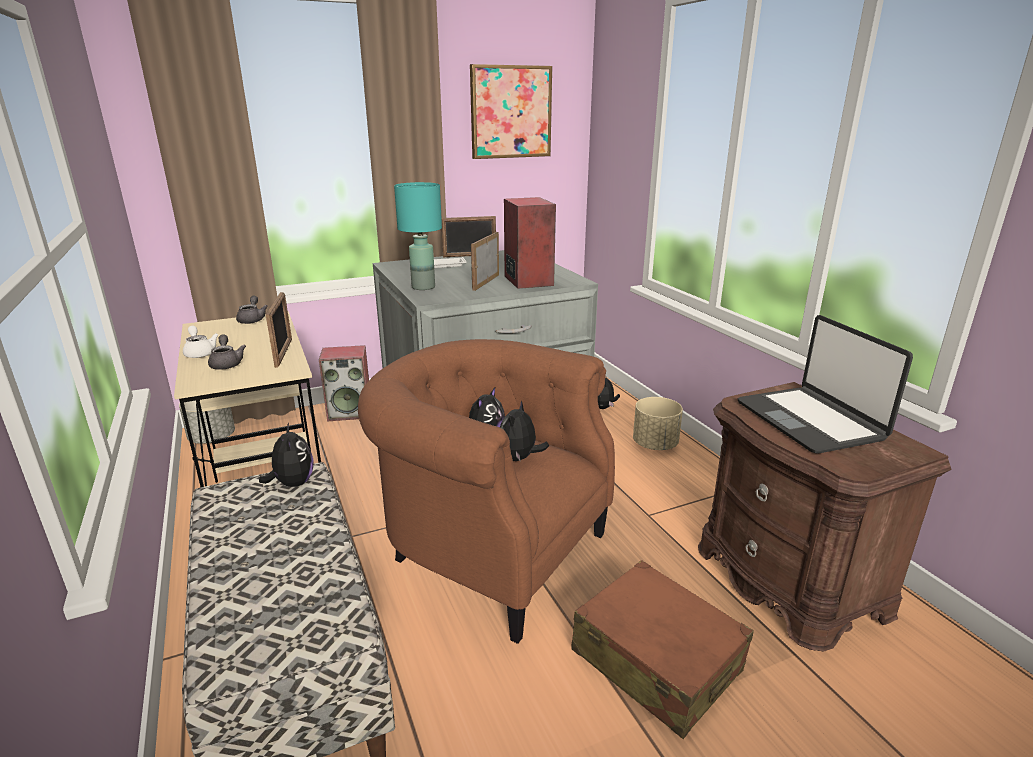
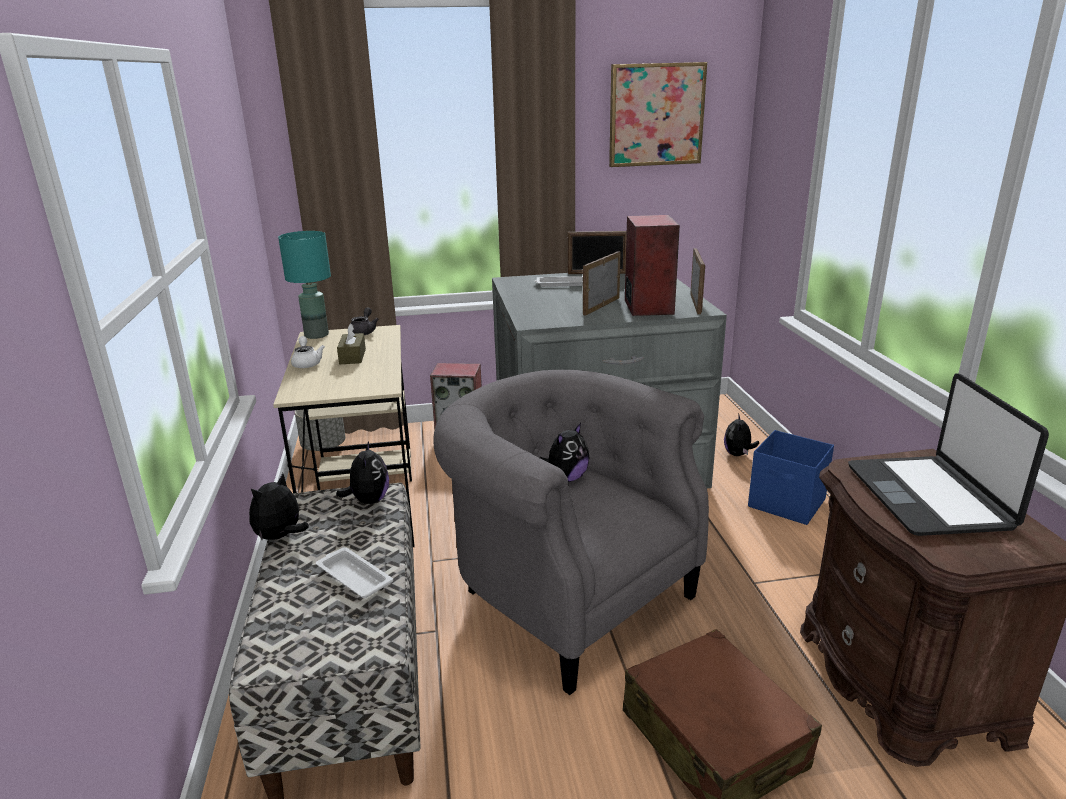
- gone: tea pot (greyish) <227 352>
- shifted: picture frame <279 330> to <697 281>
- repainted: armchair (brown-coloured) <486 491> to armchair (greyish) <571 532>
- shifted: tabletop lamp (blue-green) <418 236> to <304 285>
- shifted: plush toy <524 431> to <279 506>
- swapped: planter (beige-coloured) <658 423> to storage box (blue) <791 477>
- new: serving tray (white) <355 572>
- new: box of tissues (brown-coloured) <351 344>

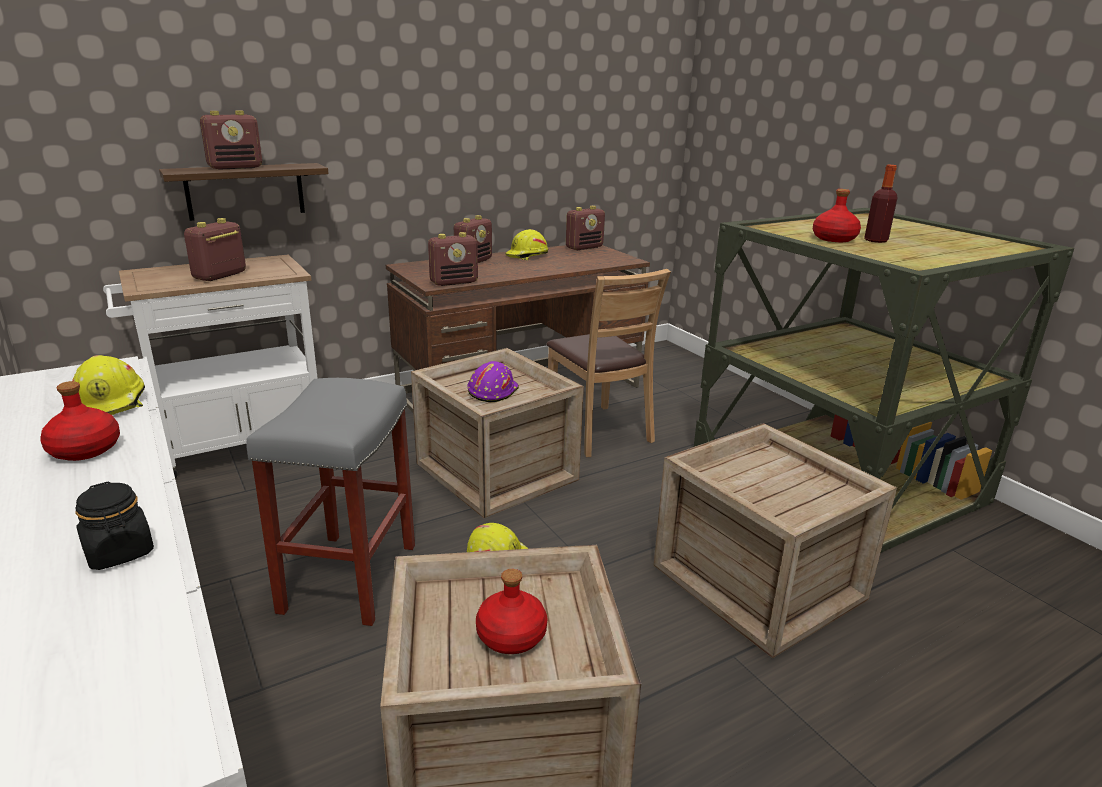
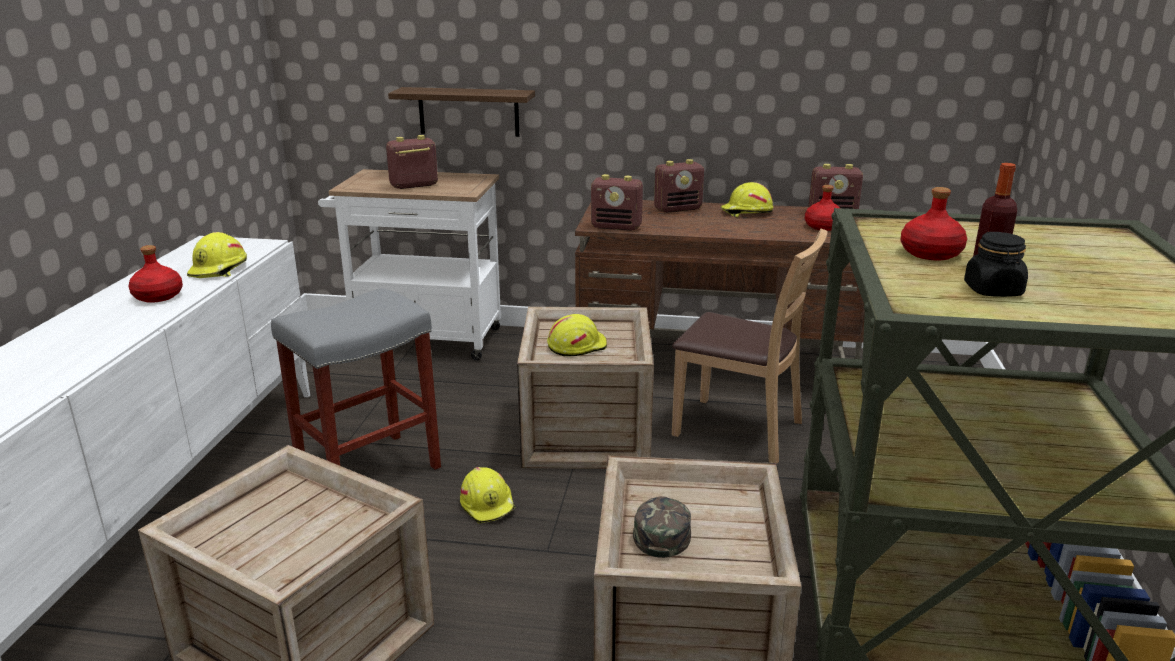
- shifted: storage jar (black) <114 526> to <996 264>
- gone: radio receiver <231 140>
- repainted: safety helmet (purple) <493 381> to safety helmet (yellow) <577 335>
- shifted: drink bottle (red) <511 611> to <822 208>
- rotated: plain chair (brown-coloured) <608 363> = <749 346> 75 degrees counterclockwise
- new: peaked cap (green-coloured) <662 527>

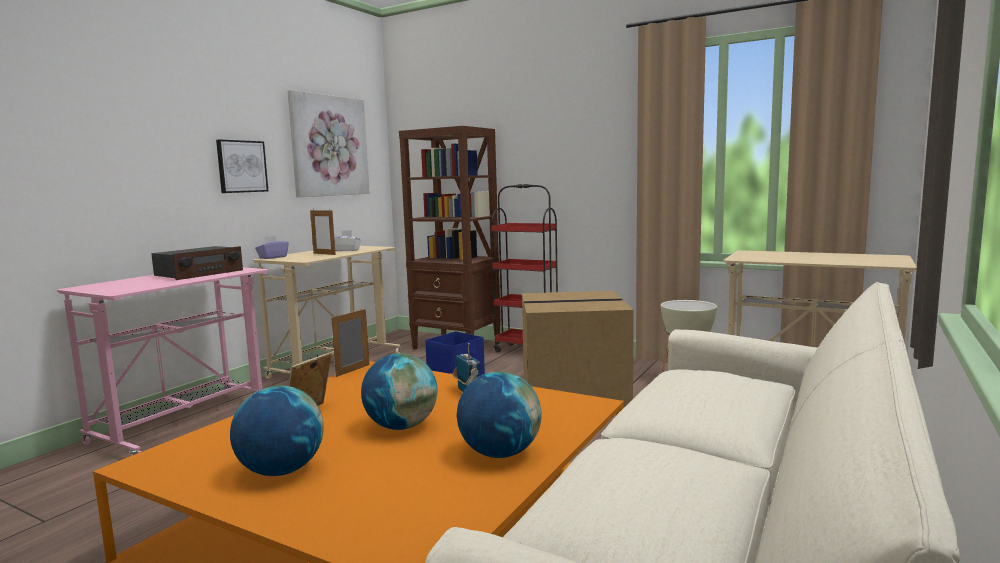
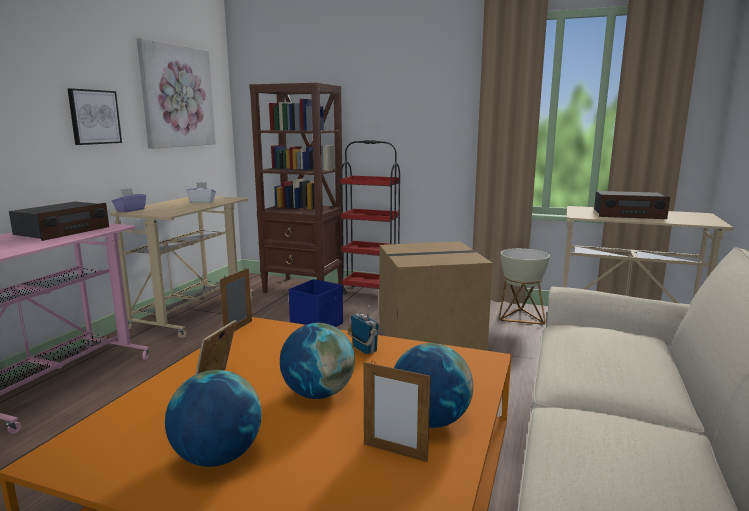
- shifted: picture frame <323 232> to <396 411>
- new: radio receiver <632 205>

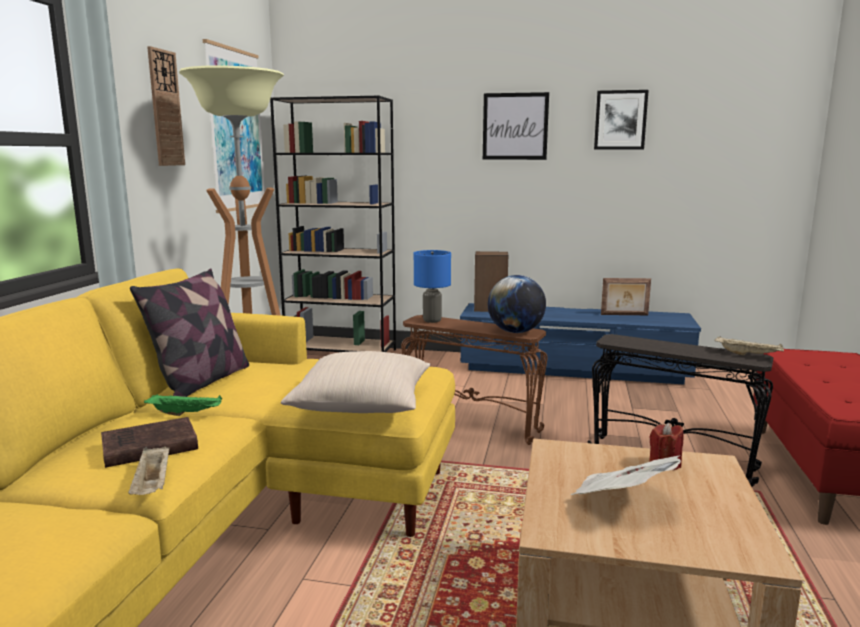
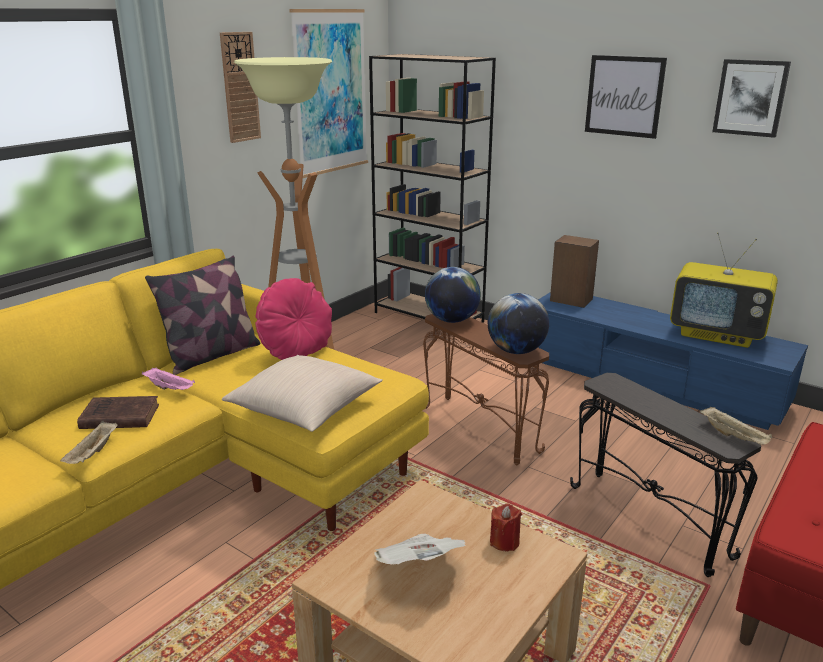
- repainted: serving tray (green-coloured) <183 405> to serving tray (pink-coloured) <168 378>
- swapped: tabletop lamp (blue) <432 286> to world globe <453 295>
- swapped: picture frame <626 296> to television <724 290>
- new: throw pillow (pink-coloured) <293 319>

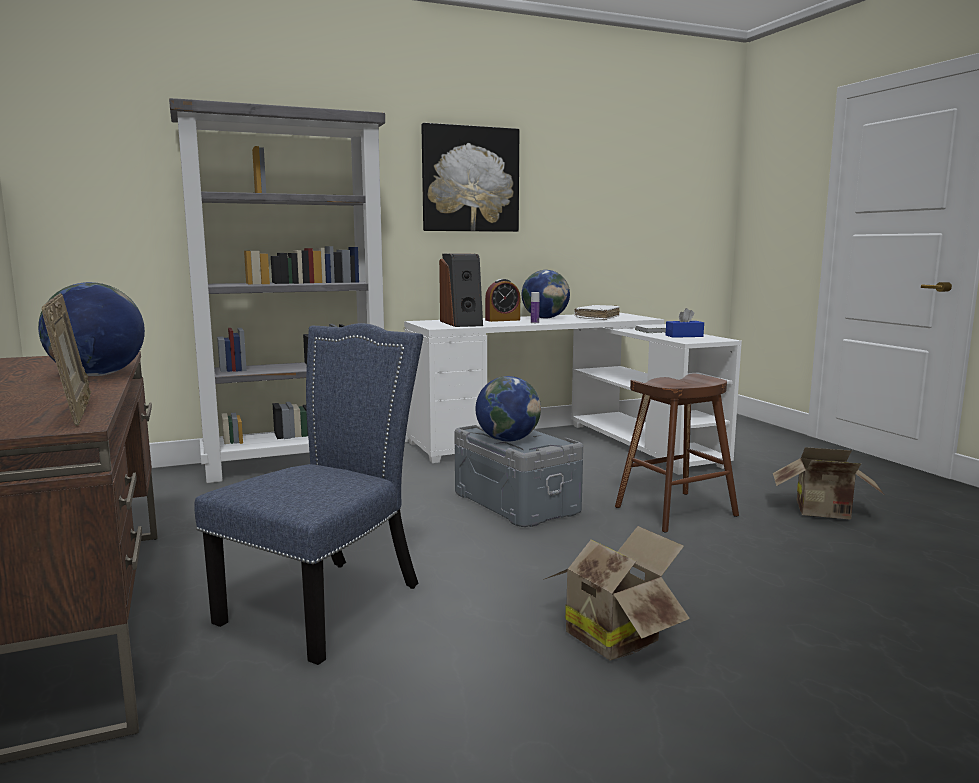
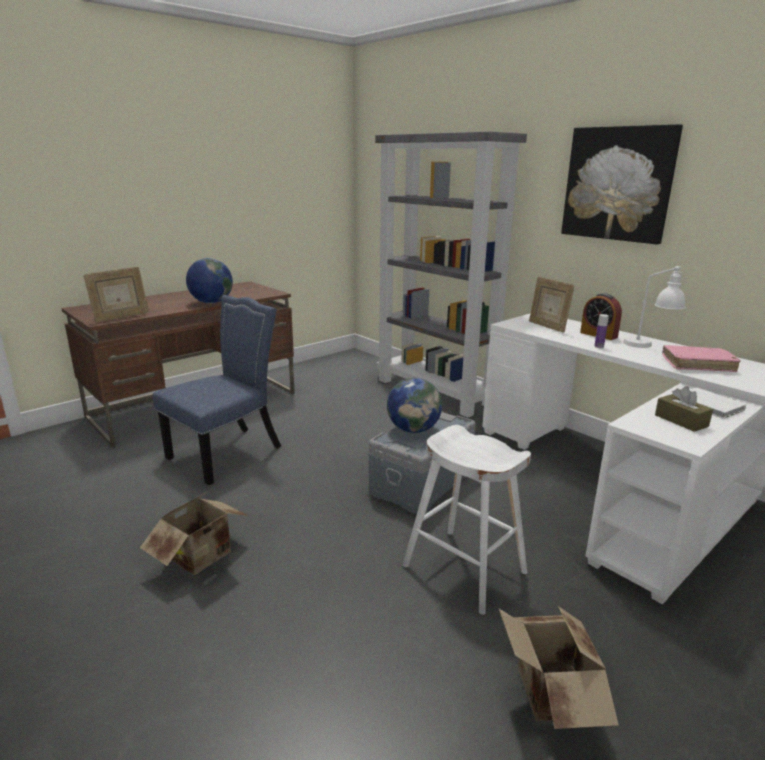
- rotated: plain chair (blue) <308 494> = <217 390> 60 degrees counterclockwise
- swapped: loudspeaker <461 290> to picture frame <552 304>
- swapped: world globe <546 294> to tabletop lamp (white) <655 307>
- repainted: book (white) <597 312> to book (pink-coloured) <701 358>
- repainted: stool seat (brown-coloured) <677 453> to stool seat (white) <467 520>
- repainted: box of tissues (blue) <685 323> to box of tissues (brown-coloured) <684 409>

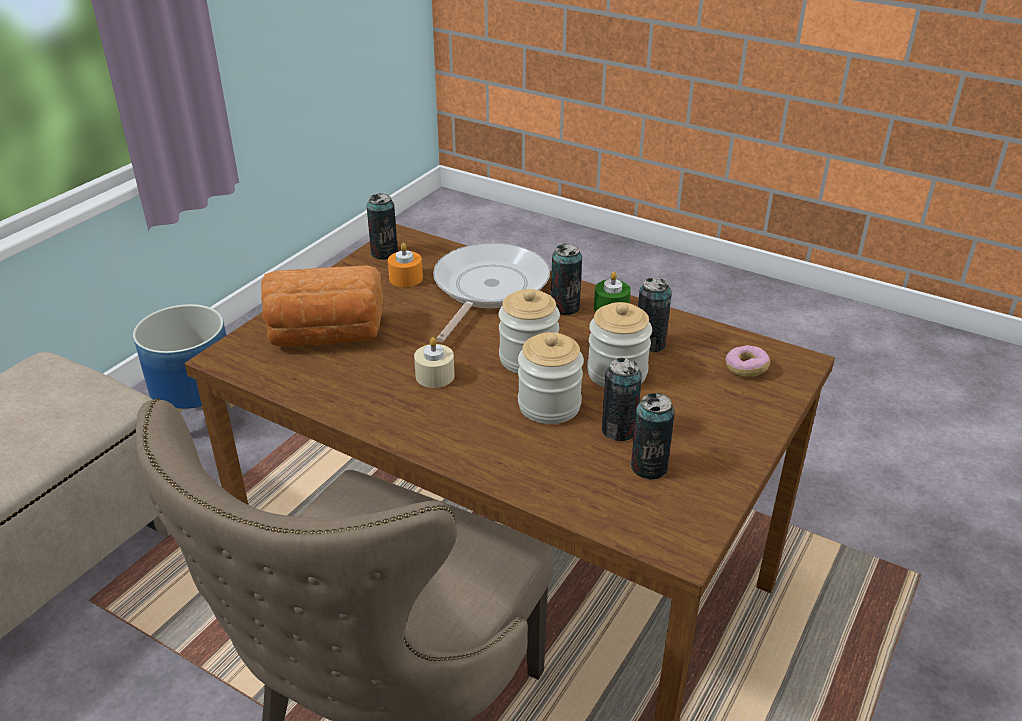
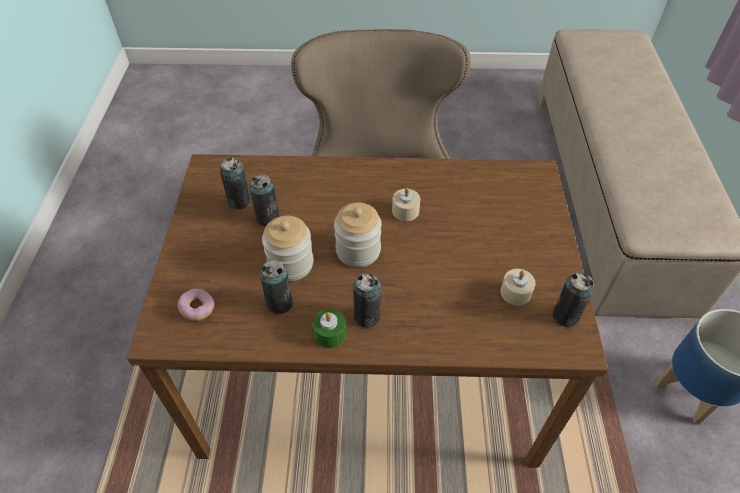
- gone: bread <322 305>
- repainted: candle (orange-coloured) <405 265> to candle (beige-coloured) <518 287>
- gone: skillet <491 292>
- gone: storage jar <551 378>

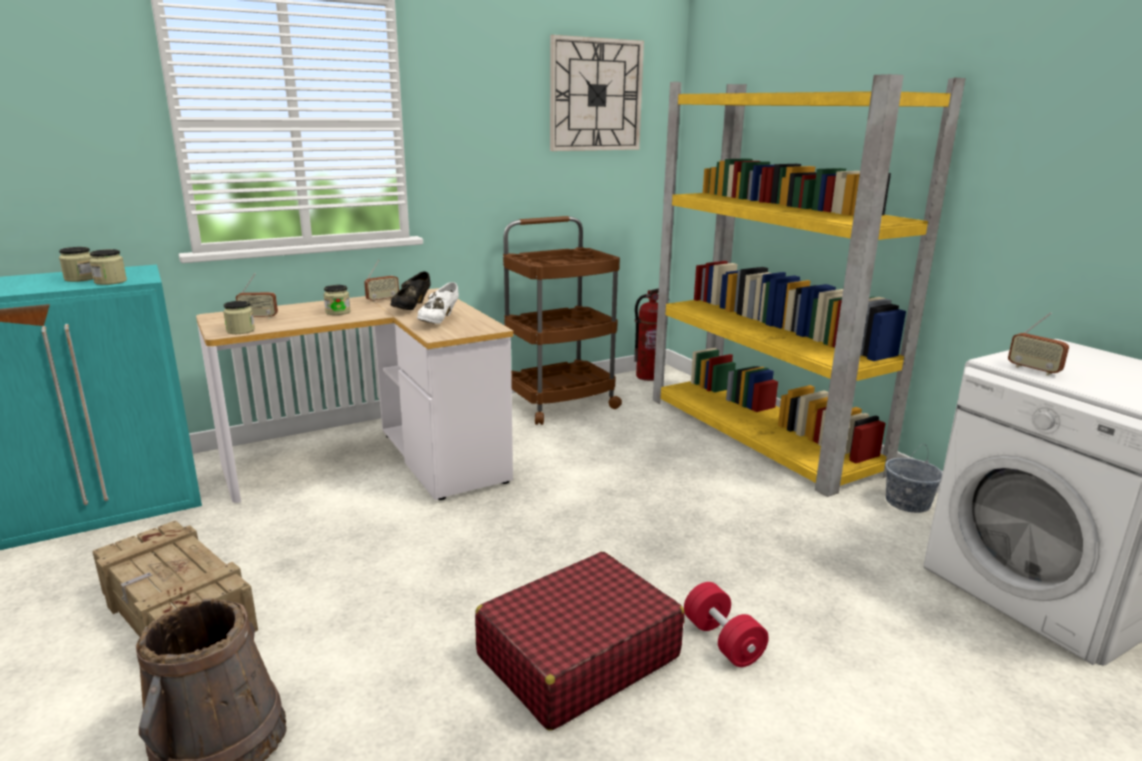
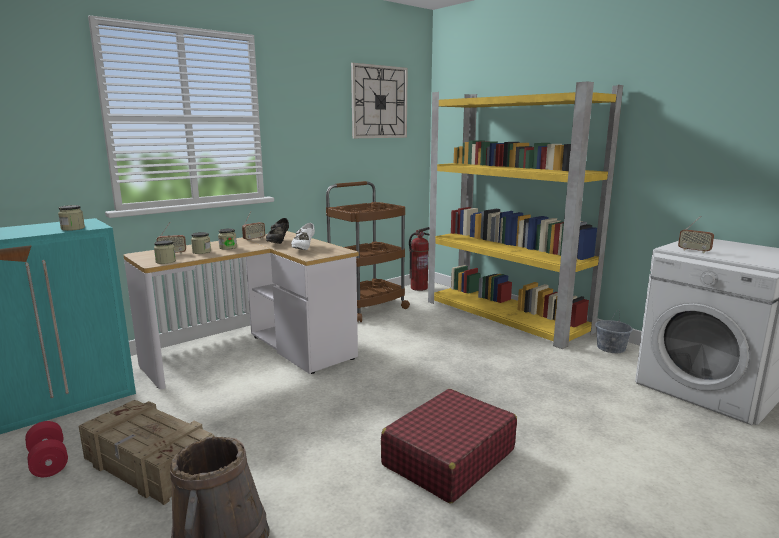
- shifted: storage jar <76 264> to <201 243>
- shifted: hand weight (red) <726 624> to <46 449>

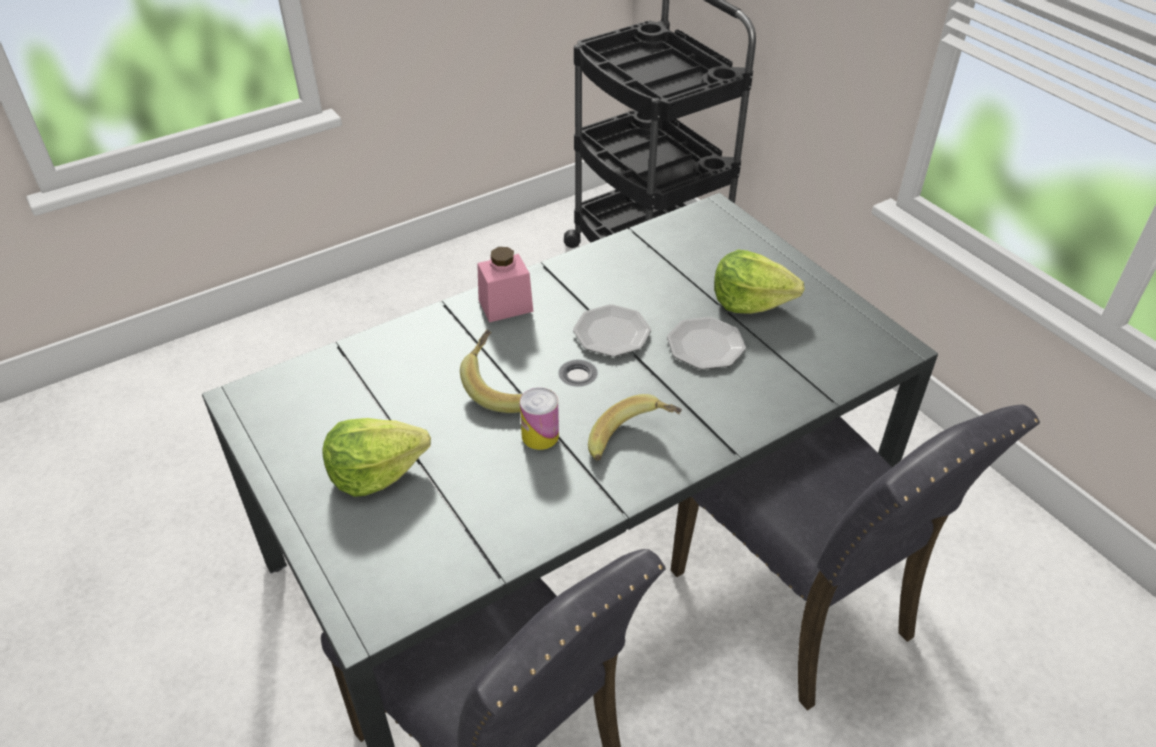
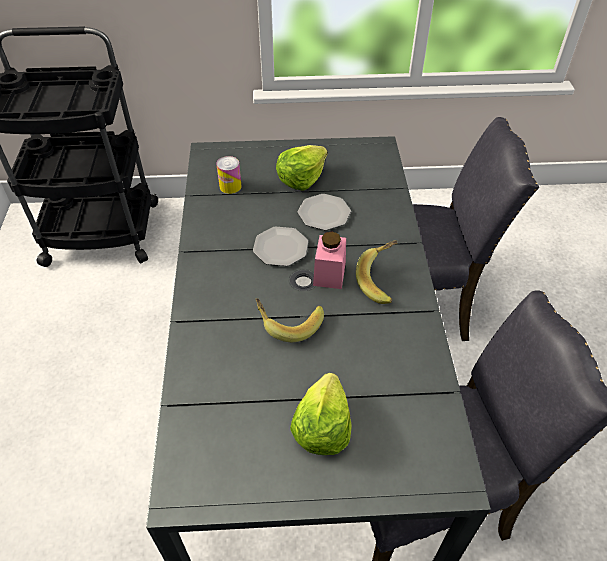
- shifted: storage jar (pink-coloured) <505 284> to <329 260>
- shifted: sealed can <539 419> to <229 175>

